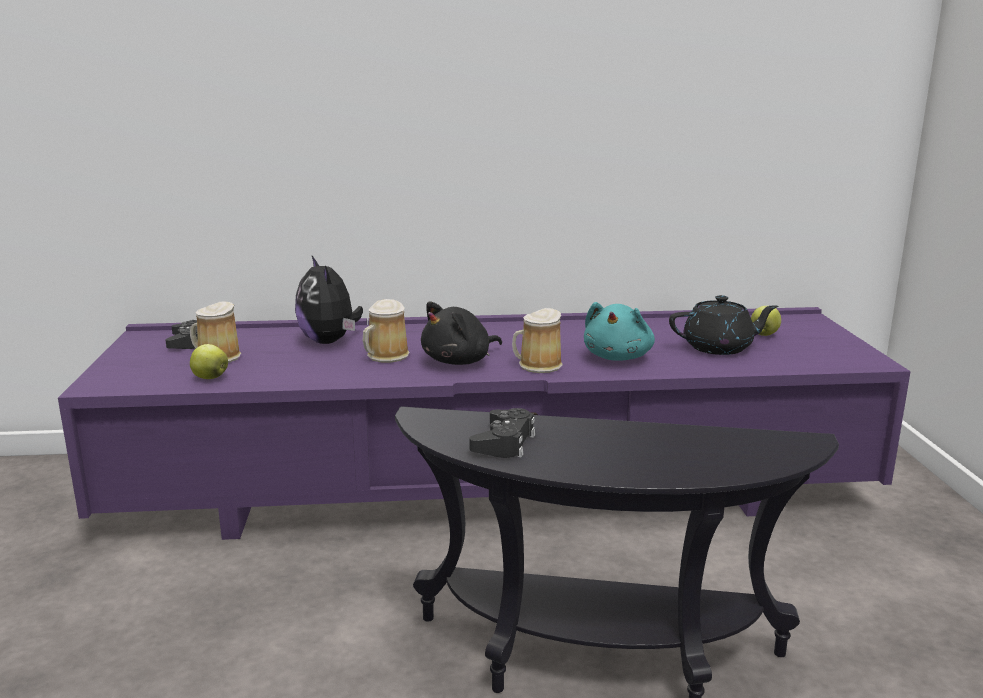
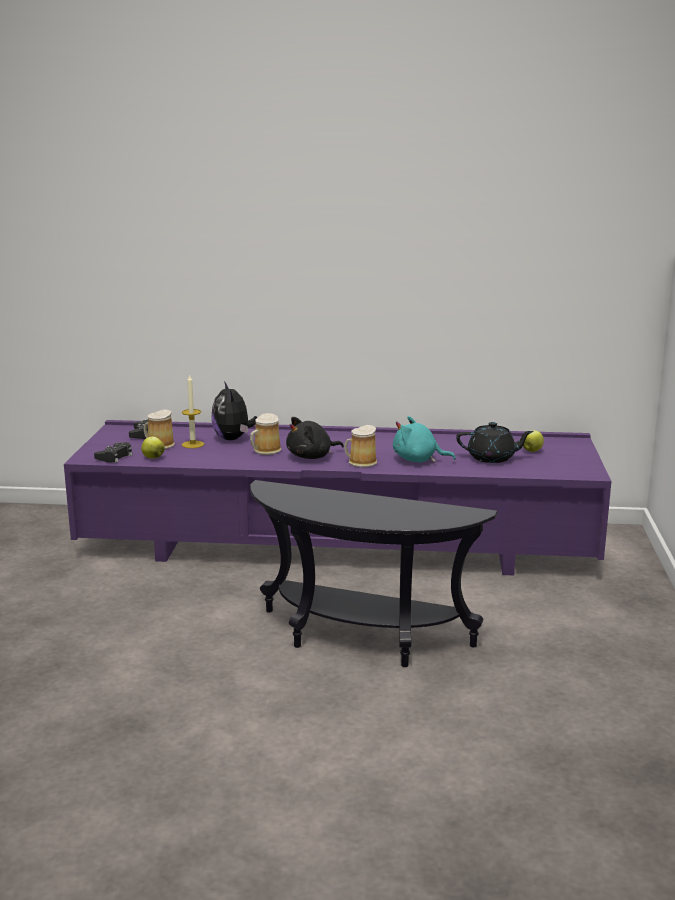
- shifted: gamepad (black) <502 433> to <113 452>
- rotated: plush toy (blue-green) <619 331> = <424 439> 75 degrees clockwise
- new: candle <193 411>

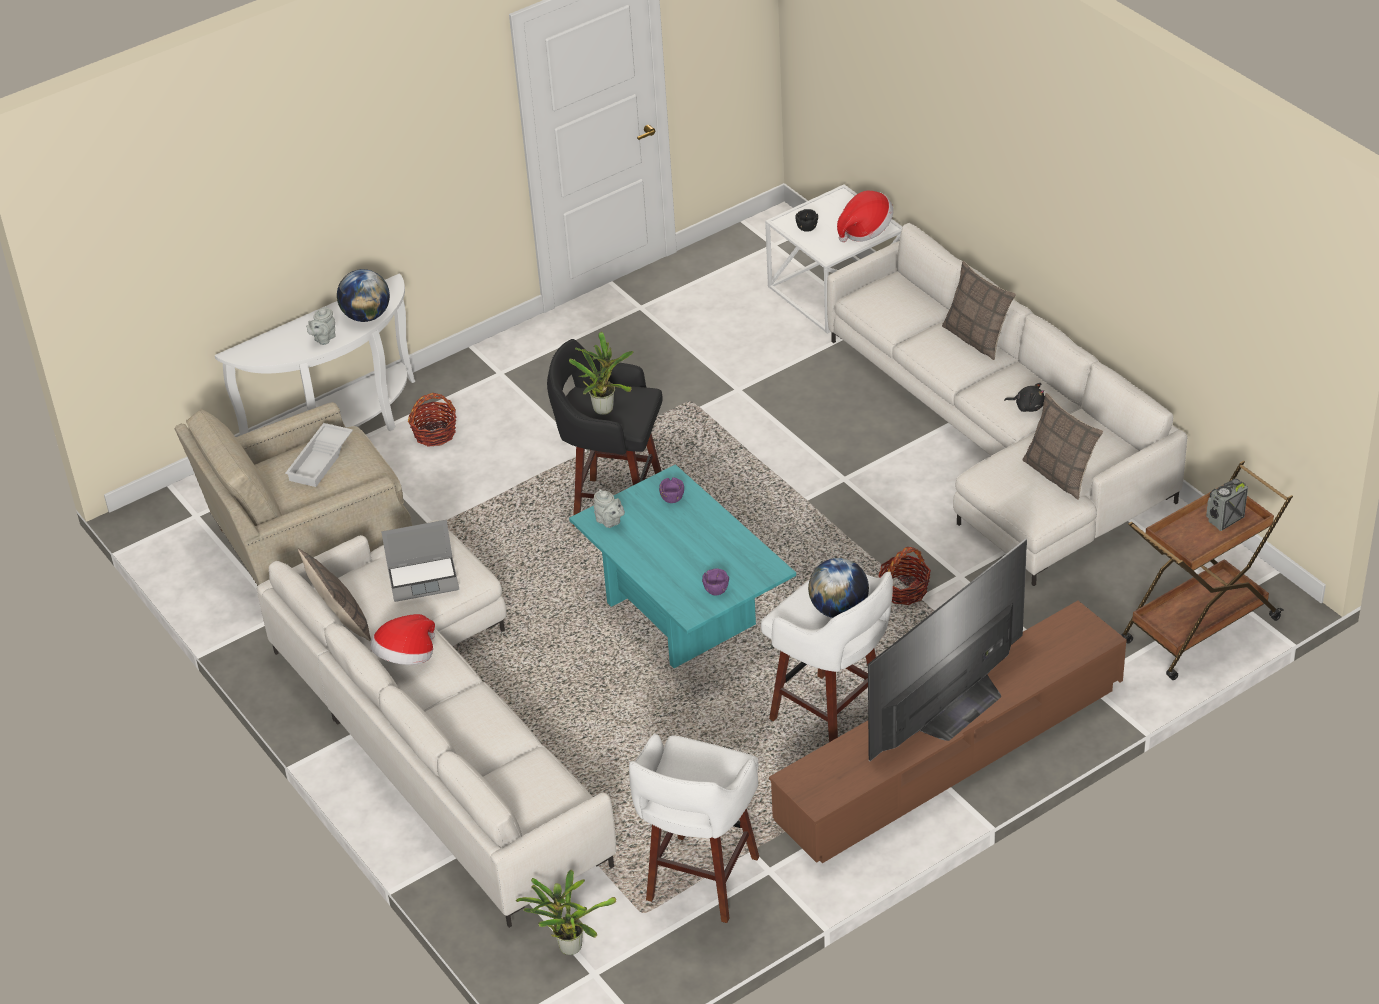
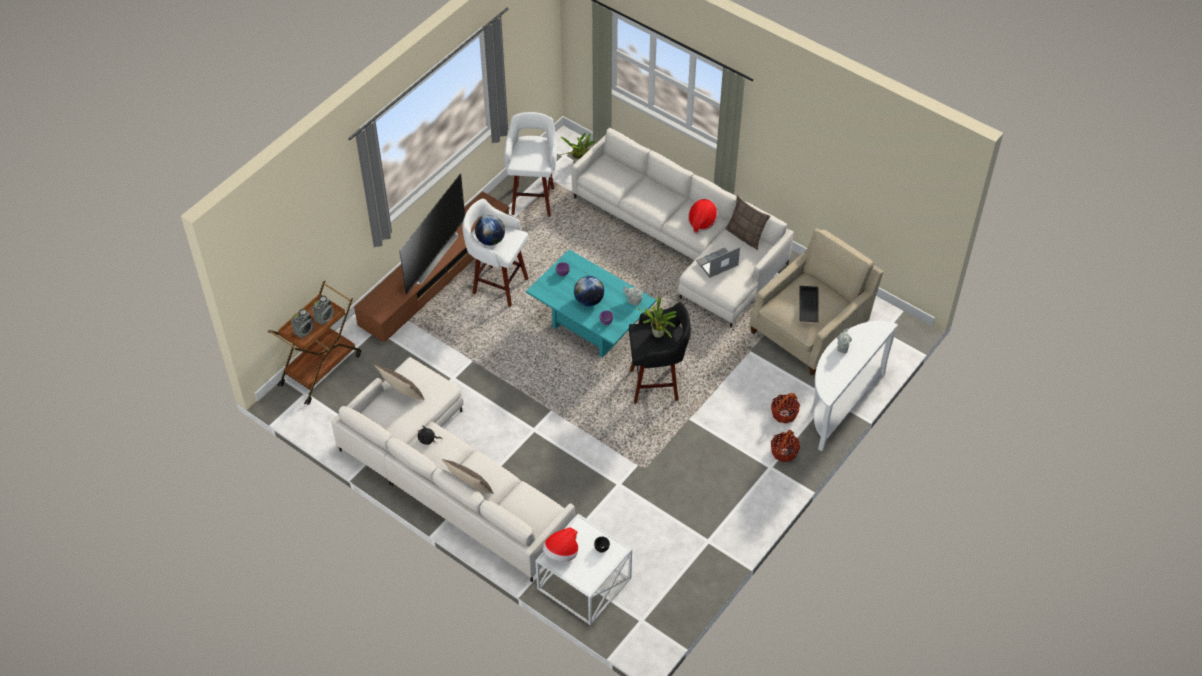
- repainted: serving tray (white) <319 455> to serving tray (black) <809 304>
- shifted: world globe <363 295> to <589 291>
- shifted: household basket <904 576> to <785 446>
- new: radio receiver <323 310>

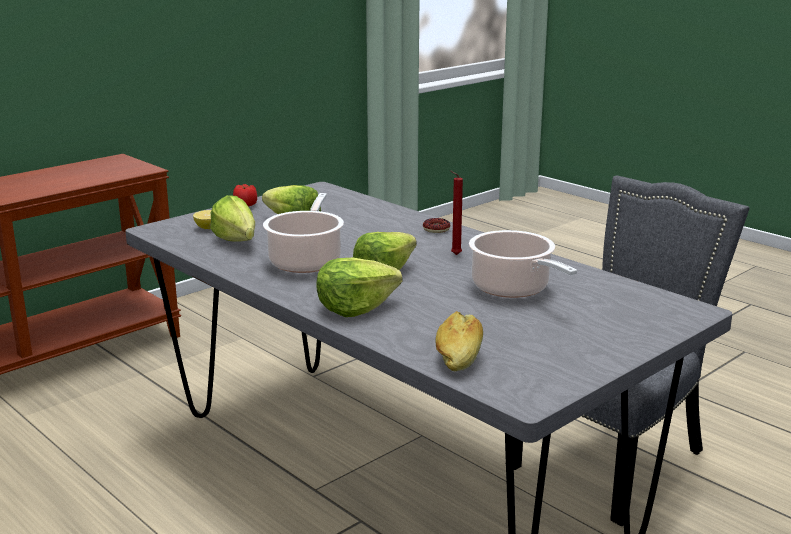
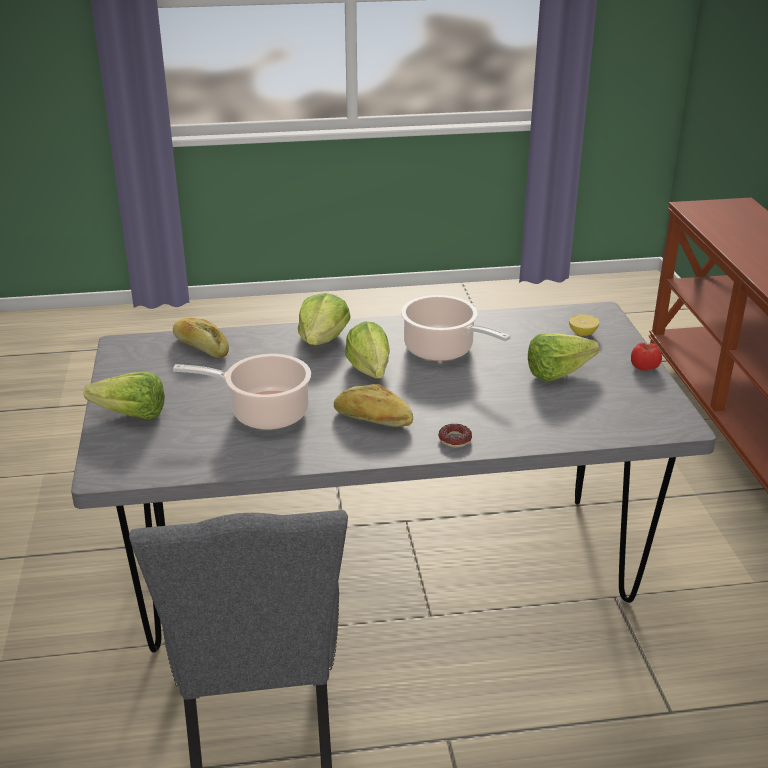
- shifted: head of lettuce <232 218> to <124 396>
- swapped: candle (red) <456 212> to bread <373 405>

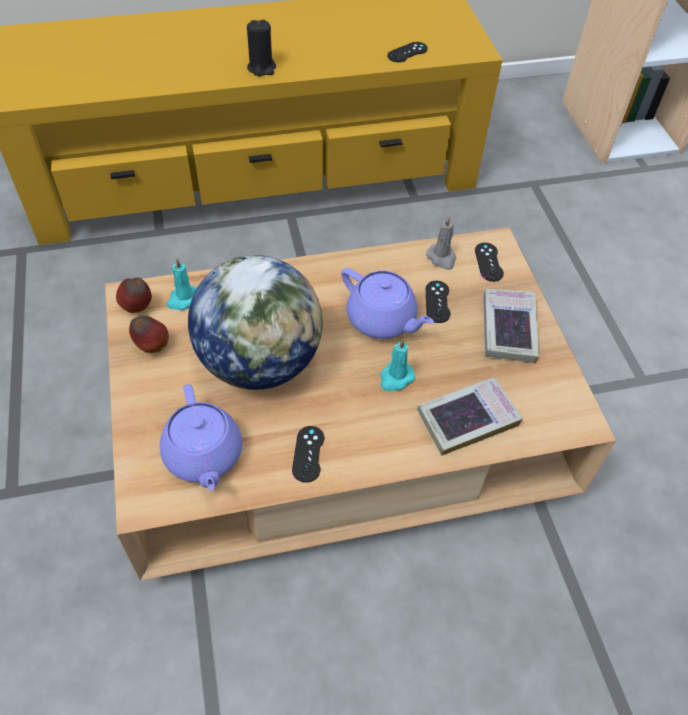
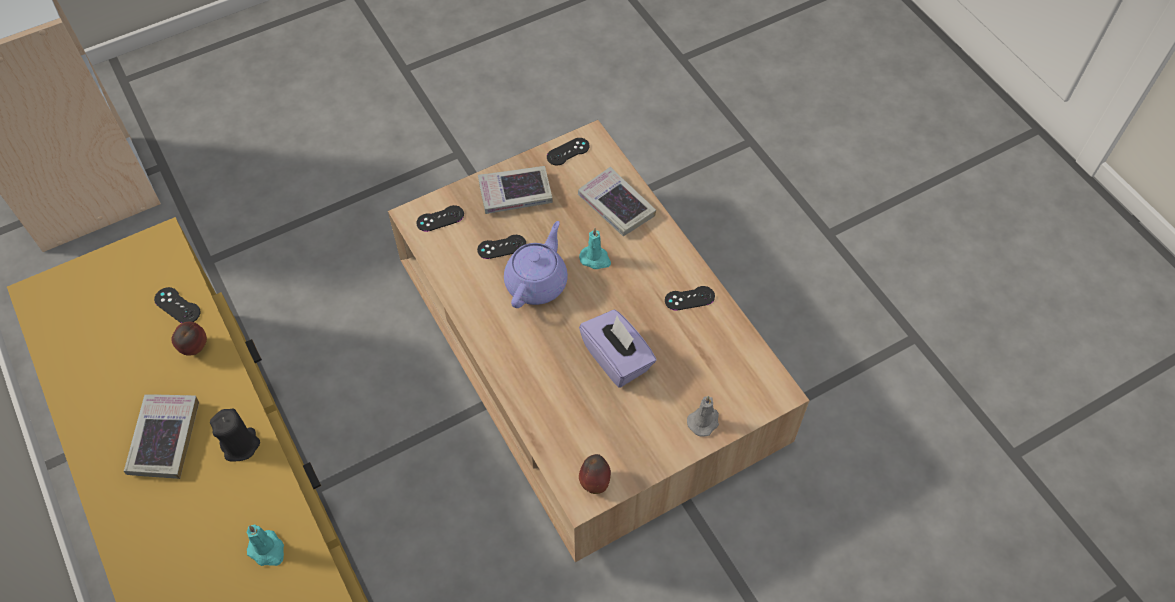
- shifted: apple <149 334> to <189 339>
- gone: tea pot (purple) <201 437>
- shifted: candle (blue-green) <182 284> to <265 545>
- swapped: world globe <255 322> to box of tissues (purple) <617 349>
- shifted: candle (greyish) <441 243> to <703 416>
- new: book <161 436>
- new: gamepad (black) <568 152>

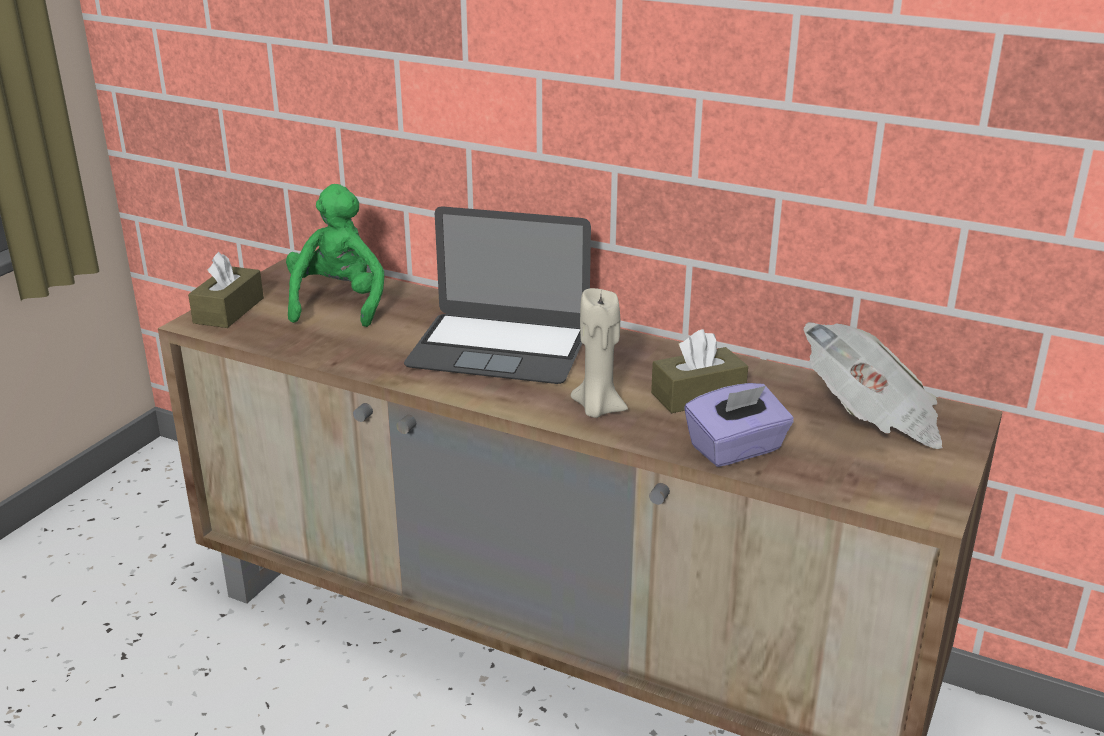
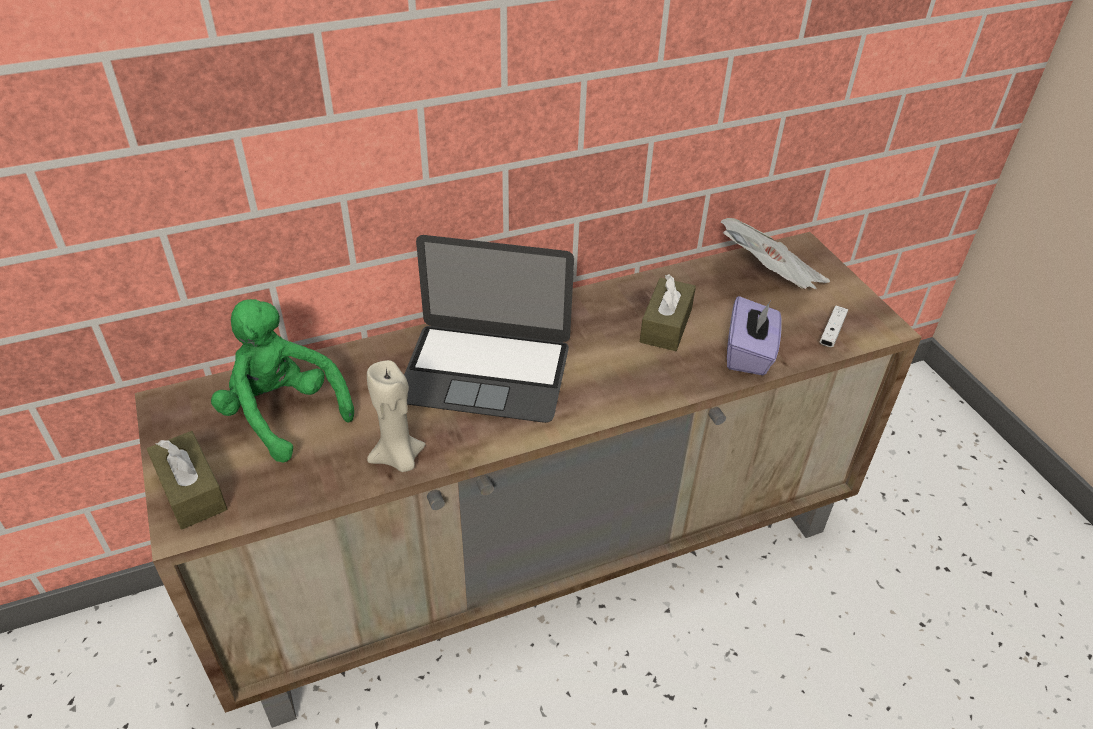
- rotated: laptop <497 295> = <489 329> 45 degrees clockwise
- shifted: candle (beige-coloured) <599 353> to <396 416>
- new: gamepad (white) <833 326>

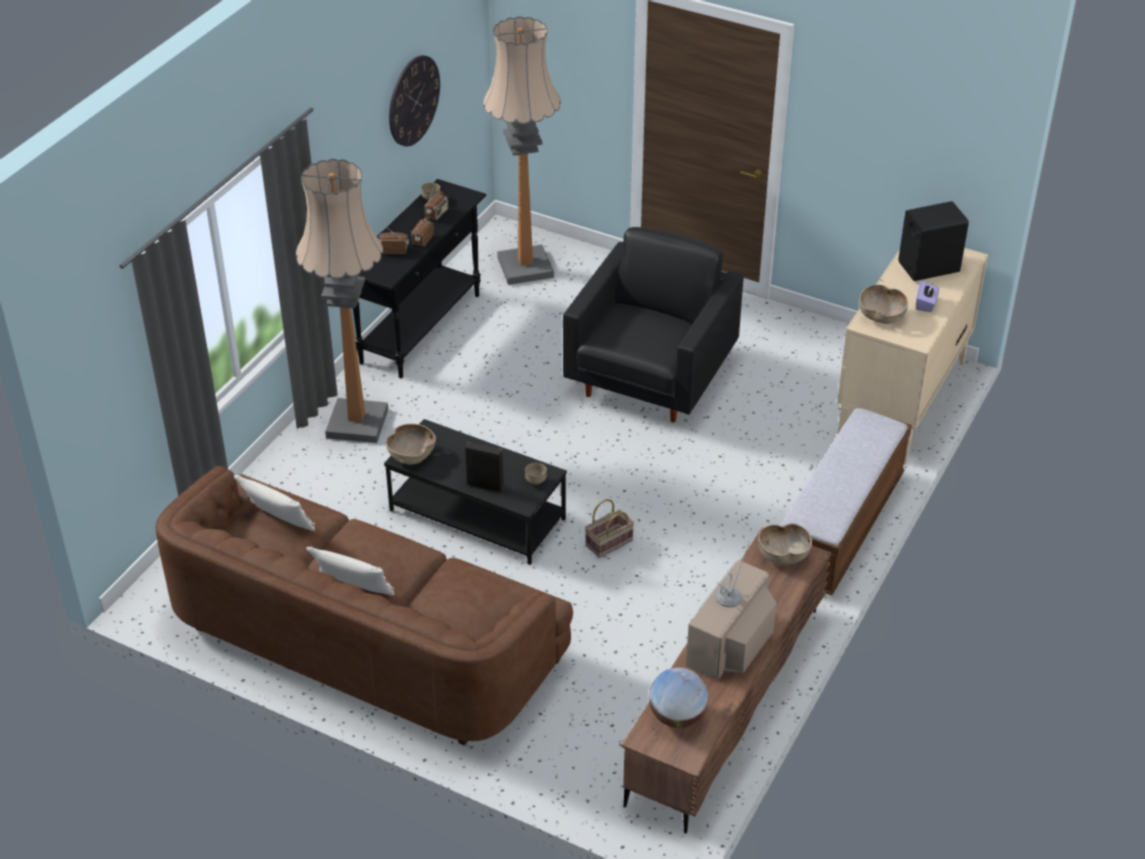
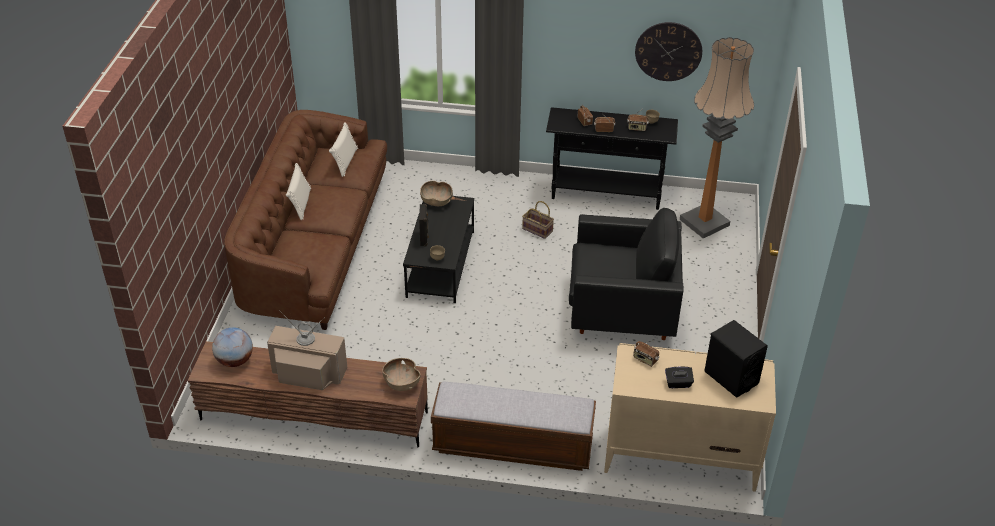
- gone: floor lamp <342 301>
- shifted: household basket <609 528> to <538 220>
- swapped: deep dish (brown-coloured) <883 304> to radio receiver <646 353>
- repainted: box of tissues (purple) <927 296> to box of tissues (black) <679 377>

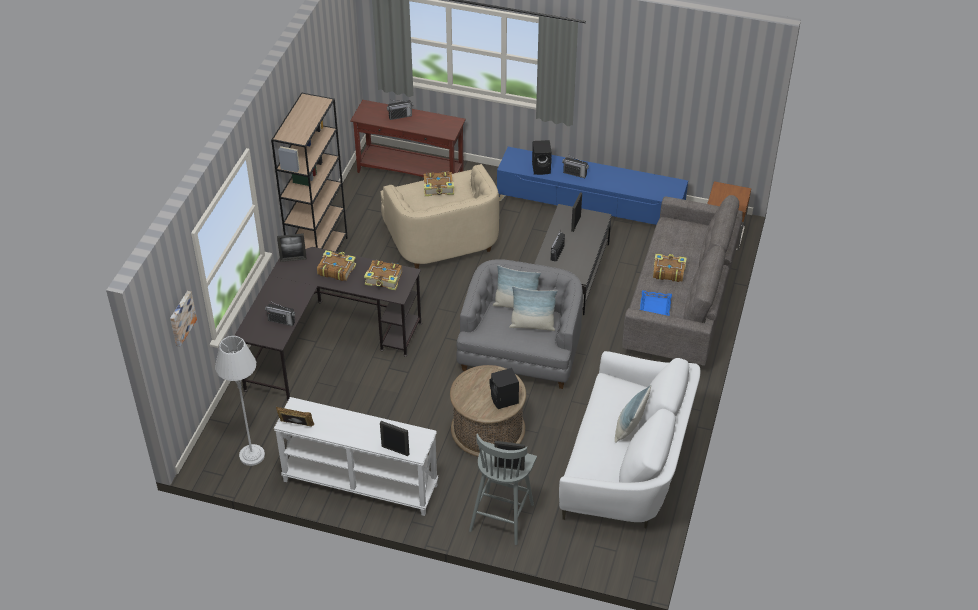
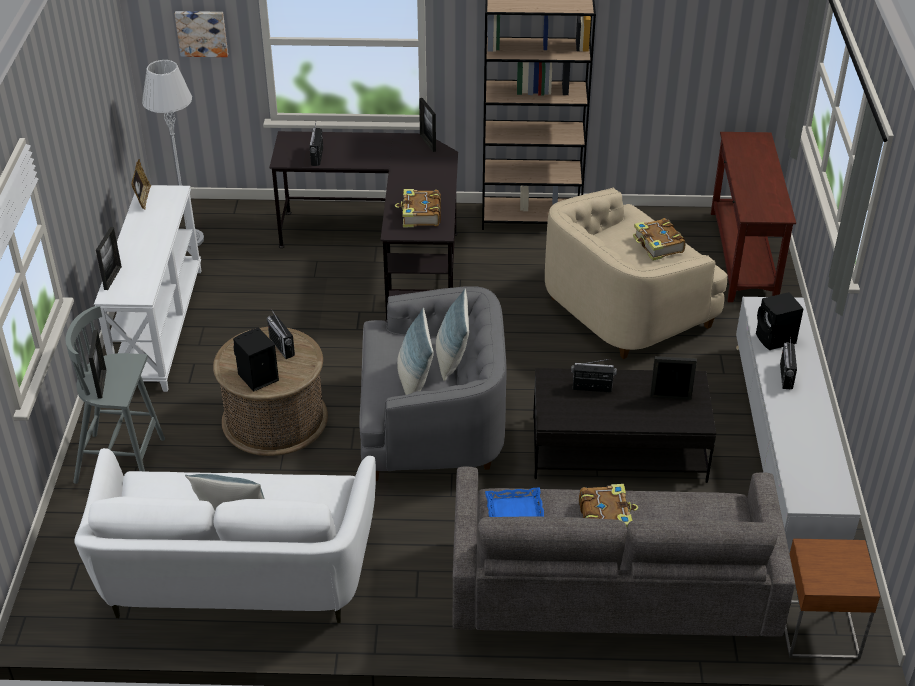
- gone: book <336 265>
- shifted: radio receiver <400 110> to <281 334>
- repainted: tv stand (blue) <592 186> to tv stand (white) <798 425>

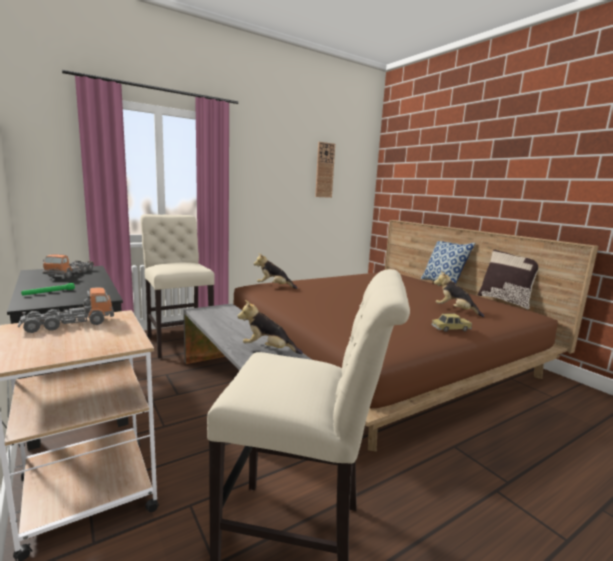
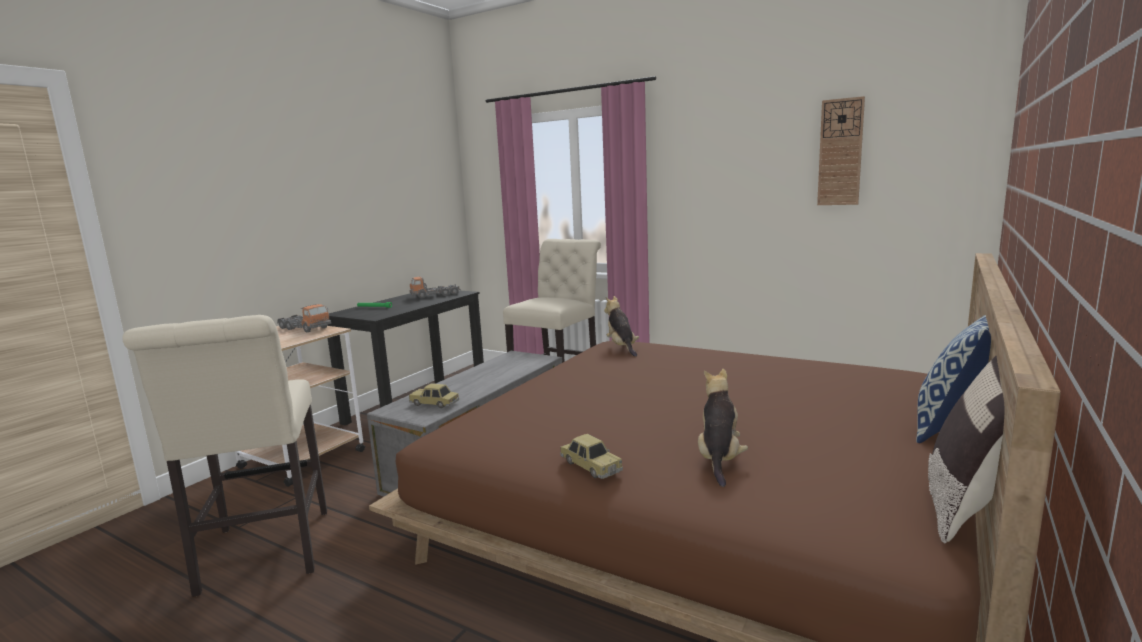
- swapped: plush toy <270 327> to toy car <434 395>

